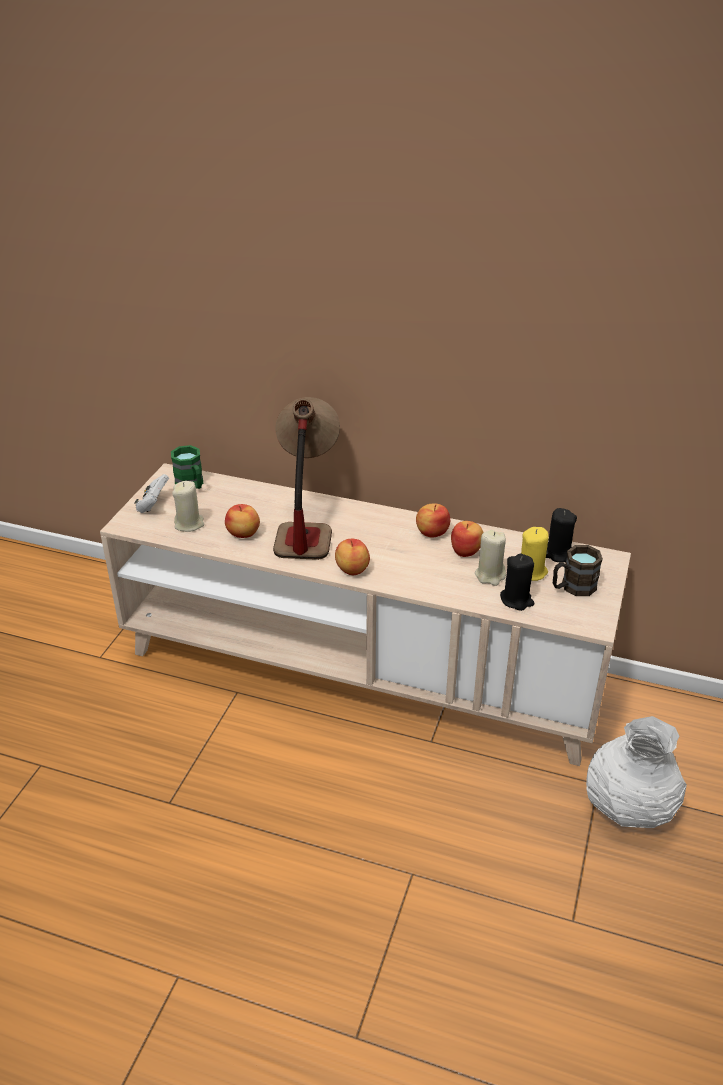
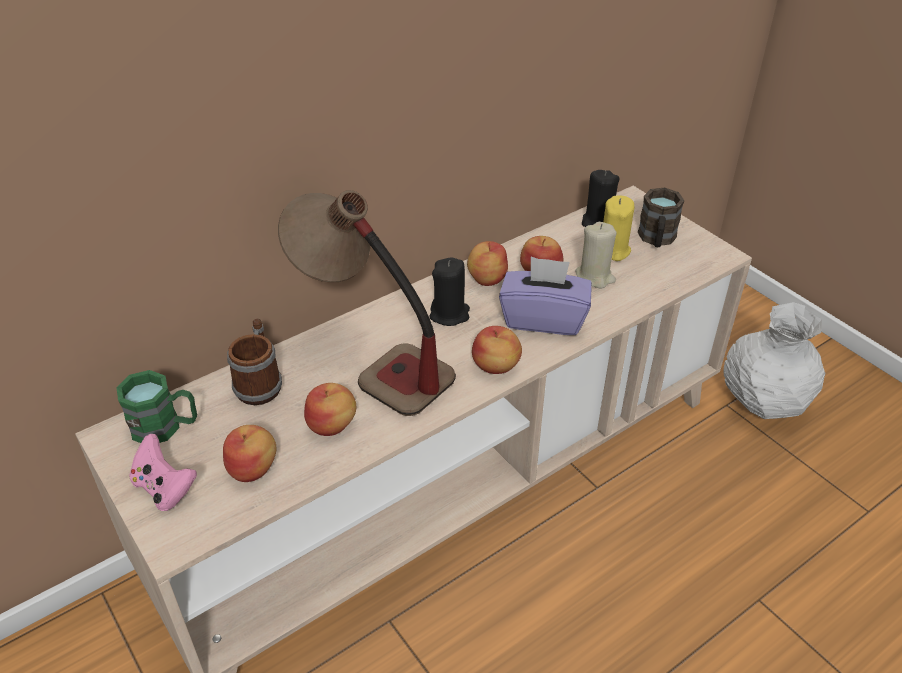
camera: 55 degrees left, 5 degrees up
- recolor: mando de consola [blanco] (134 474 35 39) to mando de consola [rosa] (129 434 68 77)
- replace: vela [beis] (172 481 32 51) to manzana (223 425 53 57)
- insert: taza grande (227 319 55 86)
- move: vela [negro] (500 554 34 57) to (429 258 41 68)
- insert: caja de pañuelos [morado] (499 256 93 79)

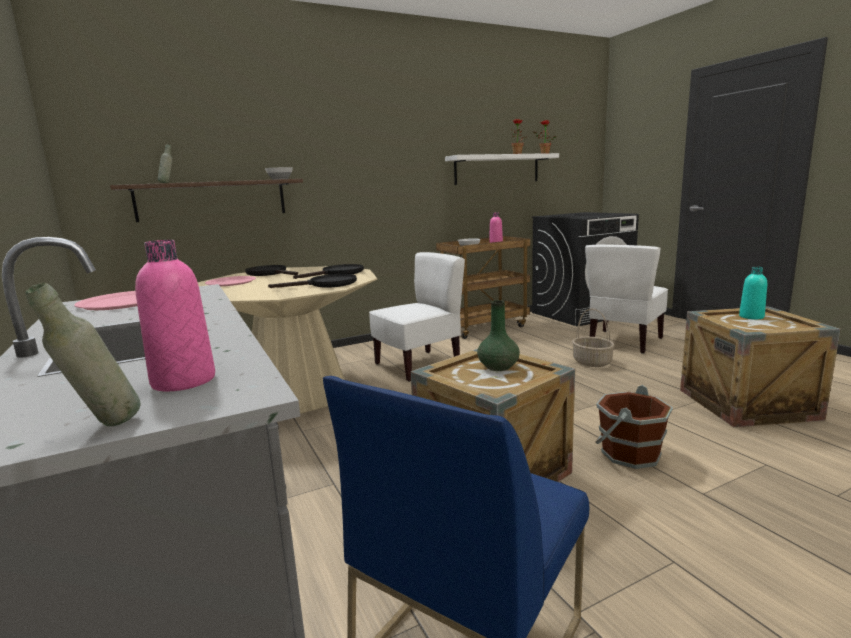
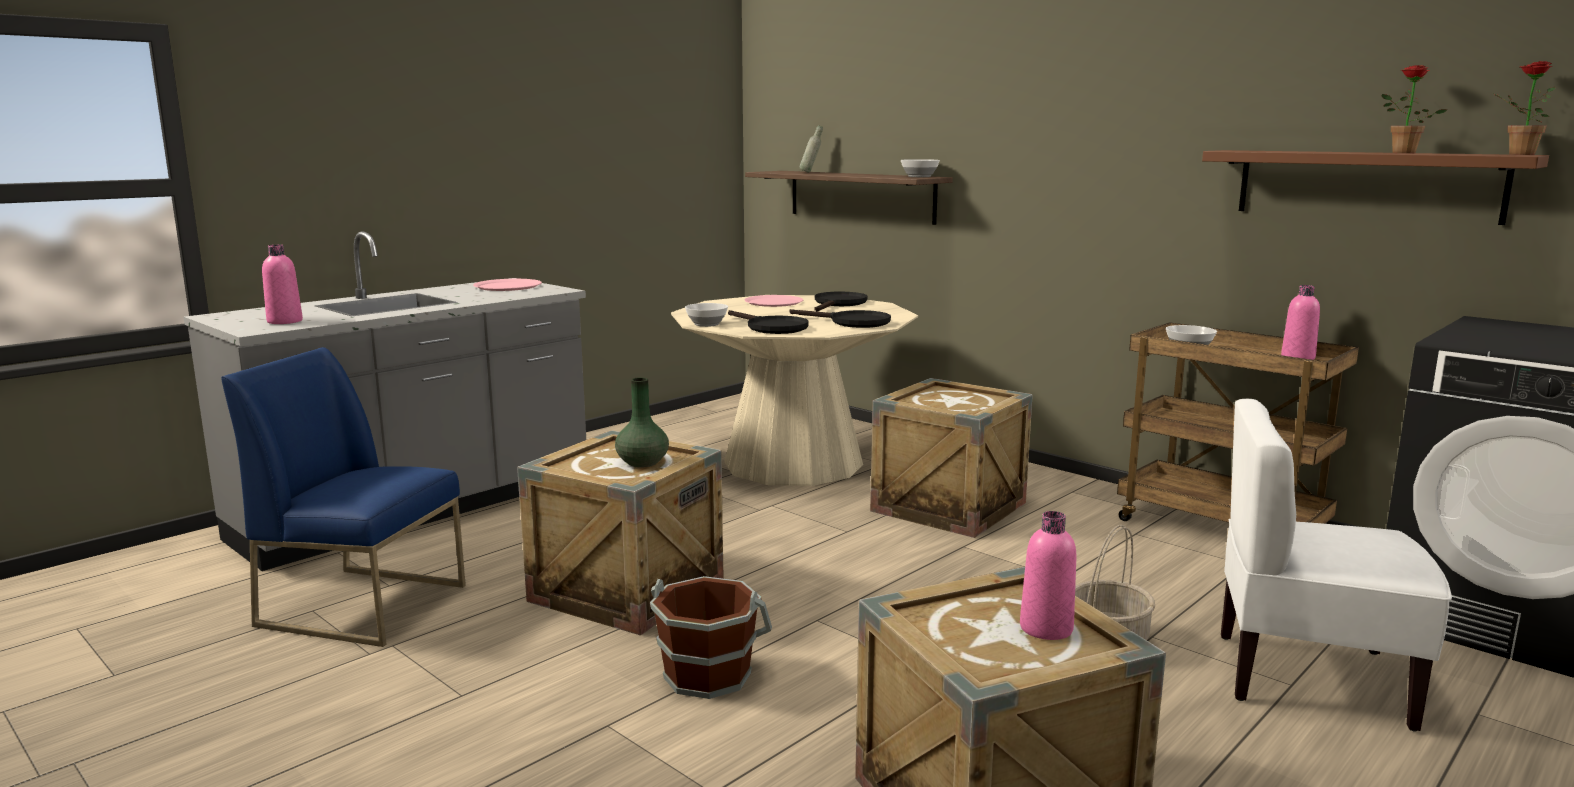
camera: 70 degrees right, 0 degrees up
- insert: cuenco (685 303 43 24)
- replace: silla [blanco] (369 252 96 130) to caja de embalaje (870 378 163 160)
- recolor: botella [turquesa] (739 267 28 52) to botella [rosa] (1020 511 57 129)
- recolor: estante [blanco] (445 153 114 32) to estante [marrón] (1202 150 347 75)
- delete: botella [gris] (26 283 115 143)

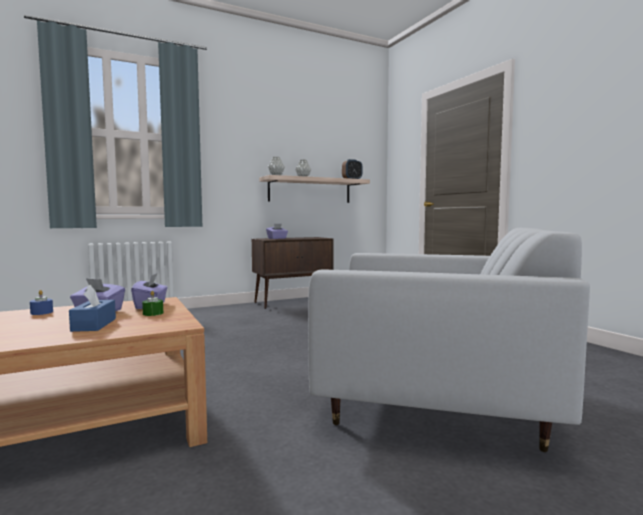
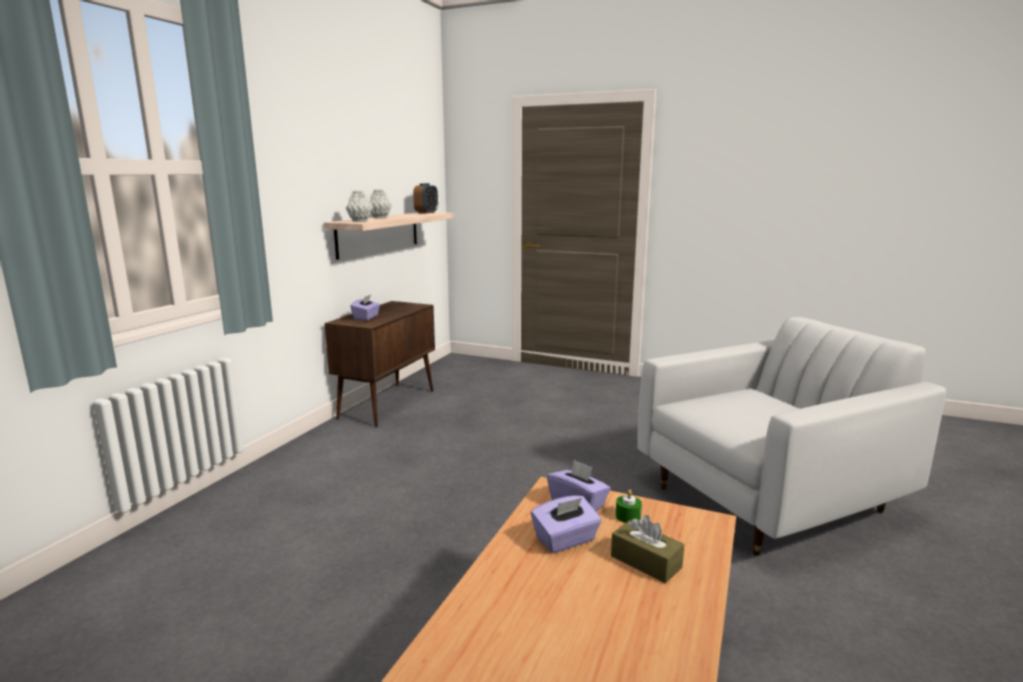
camera: 40 degrees left, 10 degrees up
- recolor: caja de pañuelos [azul] (69 285 47 47) to caja de pañuelos [marrón] (611 515 73 68)
- delete: vela [azul] (30 290 23 25)

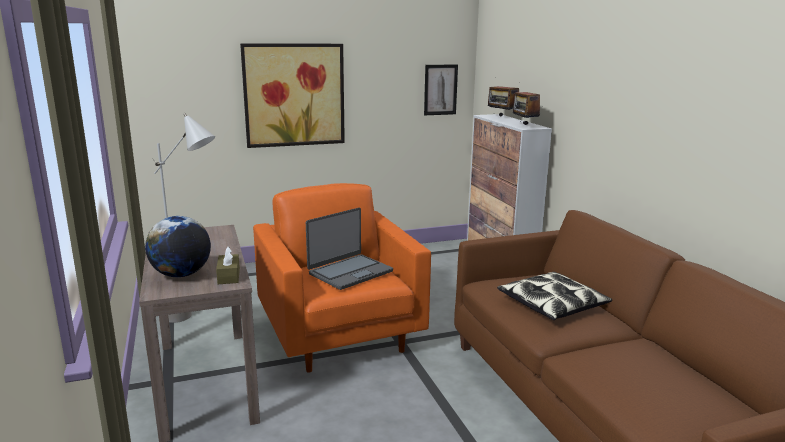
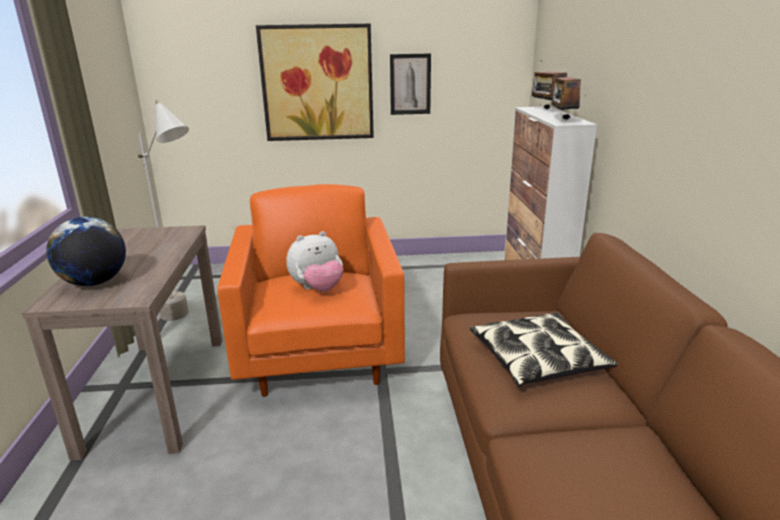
camera: 15 degrees right, 5 degrees up
- replace: portátil (306 208 87 82) to peluche (286 231 57 61)
- move: cuadro (424 64 34 51) to (390 53 41 62)
- delete: caja de pañuelos [marrón] (216 246 24 38)

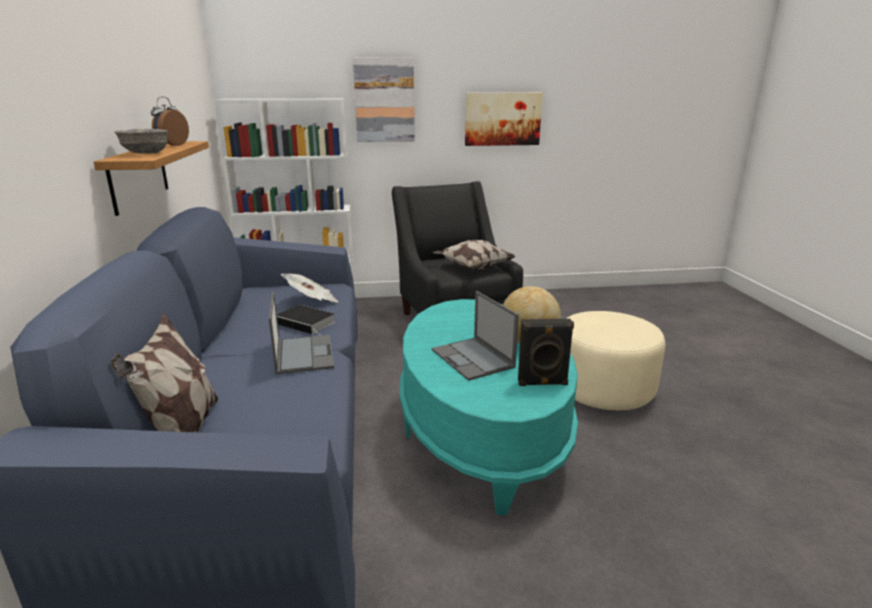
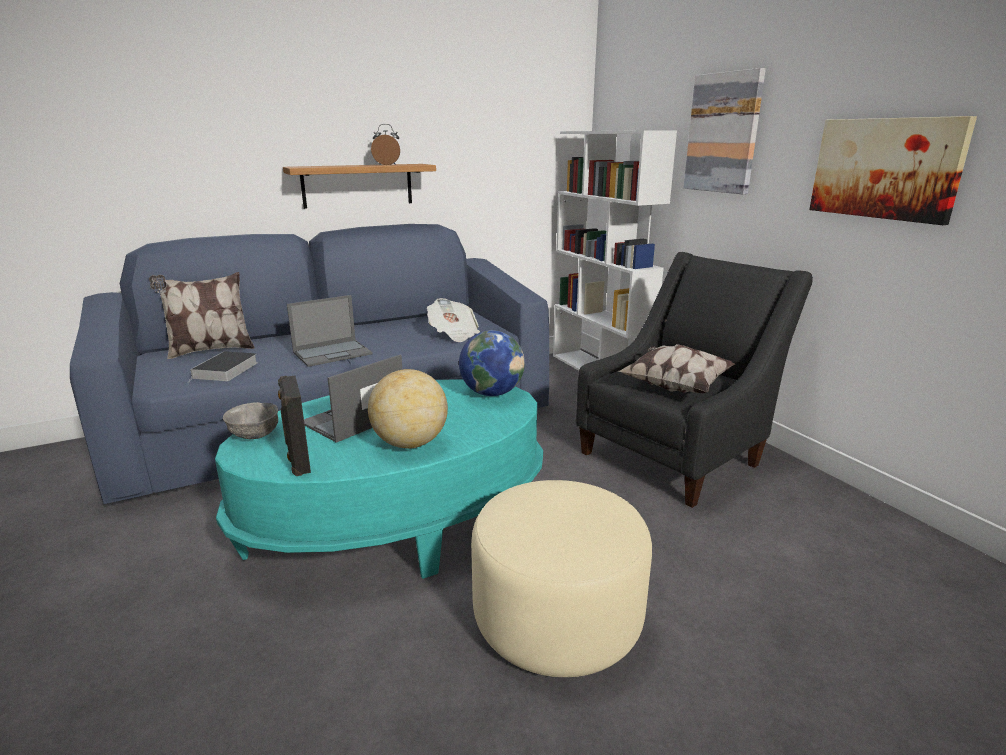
camera: 70 degrees right, 0 degrees up
- move: libro (277 305 58 30) to (188 351 70 31)
- move: cuenco [gris] (115 129 53 25) to (223 402 55 37)
- insert: globo terráqueo (459 330 66 66)

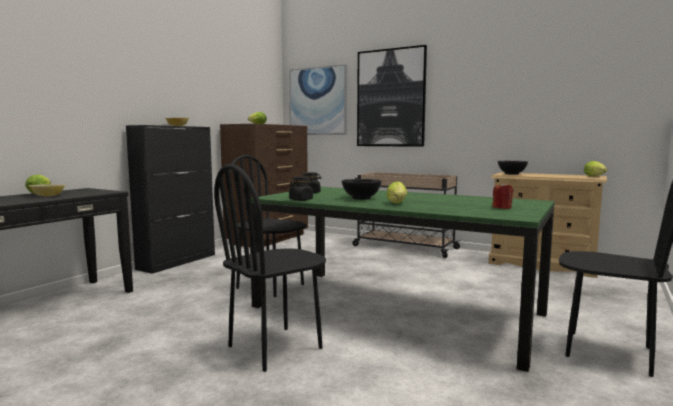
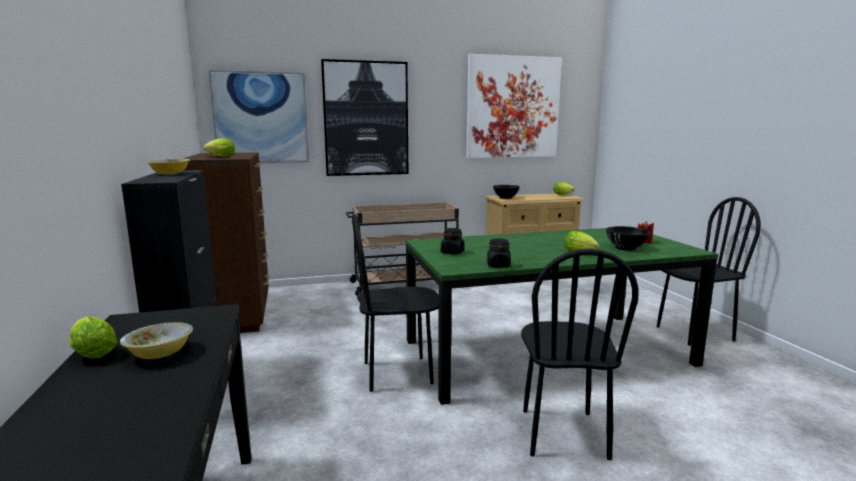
camera: 45 degrees left, 5 degrees up
- insert: cuadro (466 54 96 104)
- move: cuenco [negro] (341 179 41 21) to (606 226 44 25)

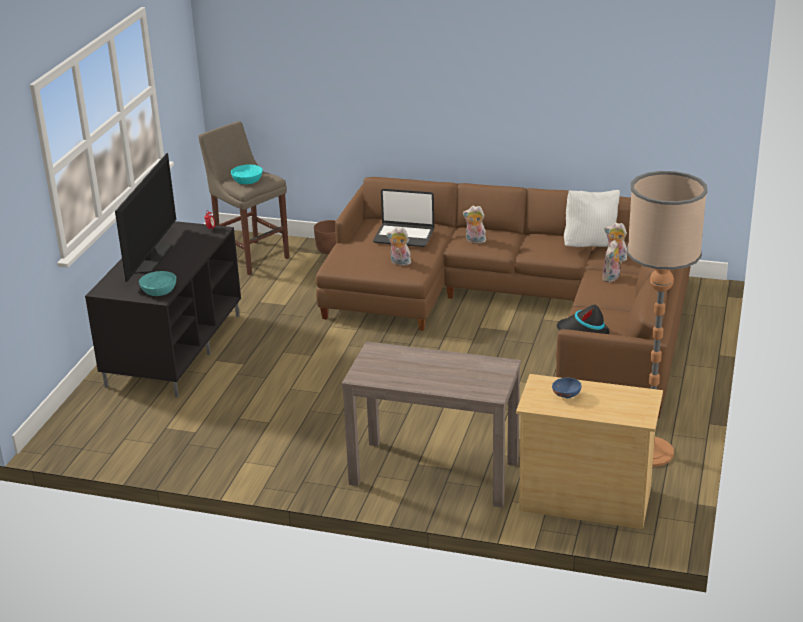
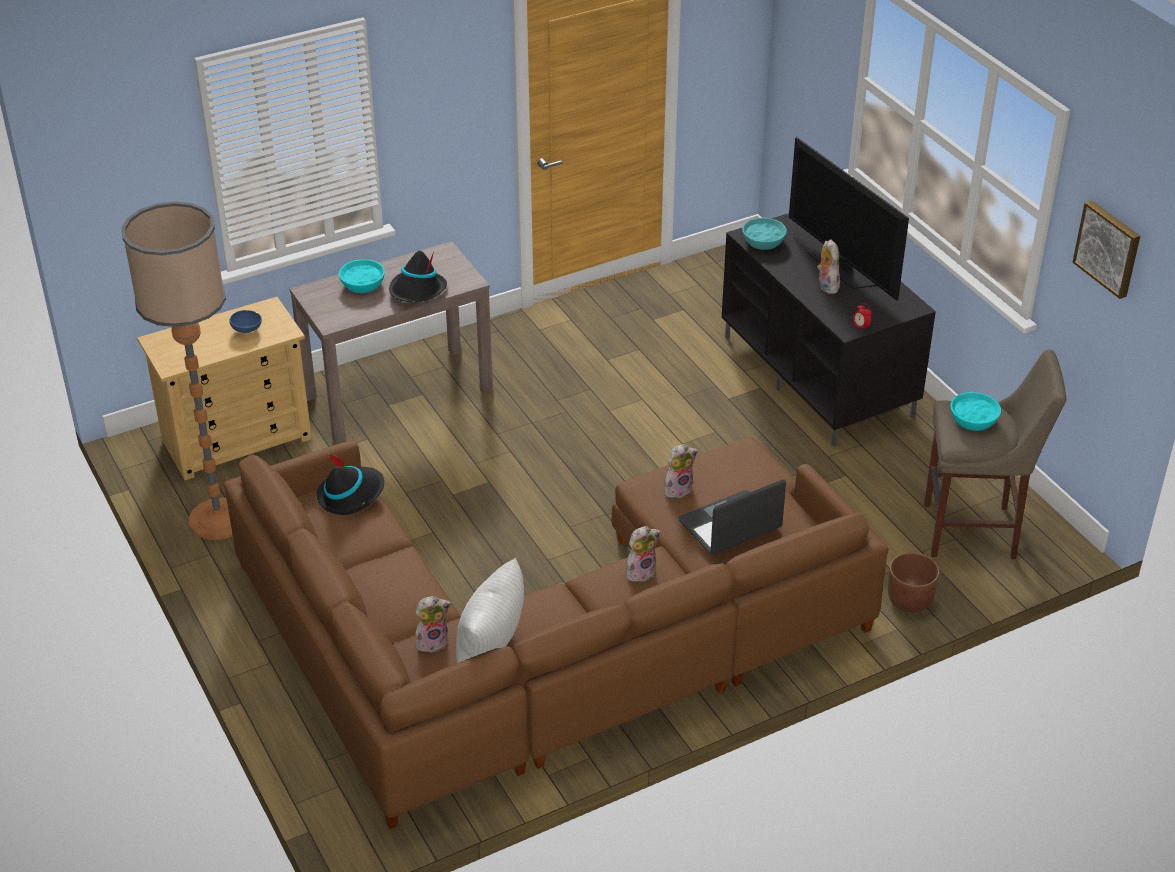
camera: 135 degrees right, 10 degrees up
- insert: cuenco [turquesa] (339 259 46 34)
- insert: sombrero [negro] (389 251 58 51)
- move: peluche (602 240 20 43) to (817 239 23 55)
- insert: cuadro (1073 200 67 99)

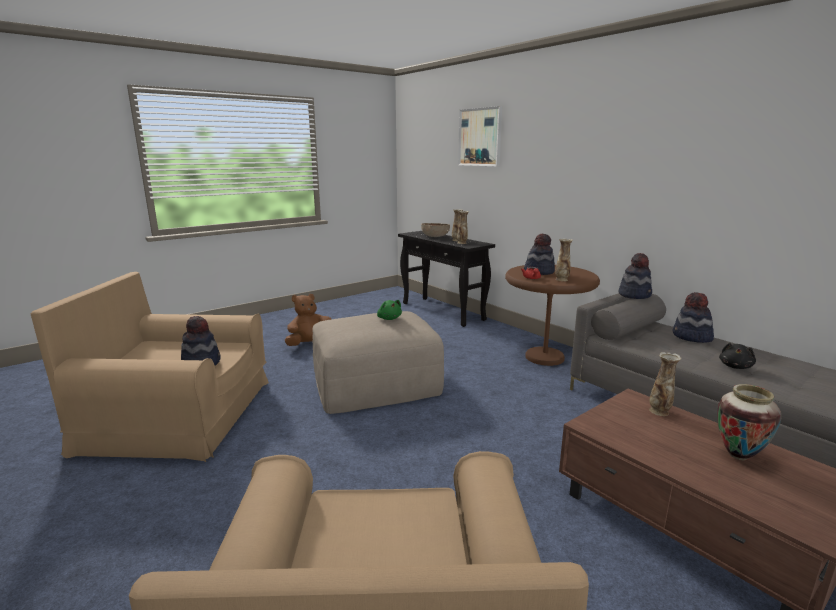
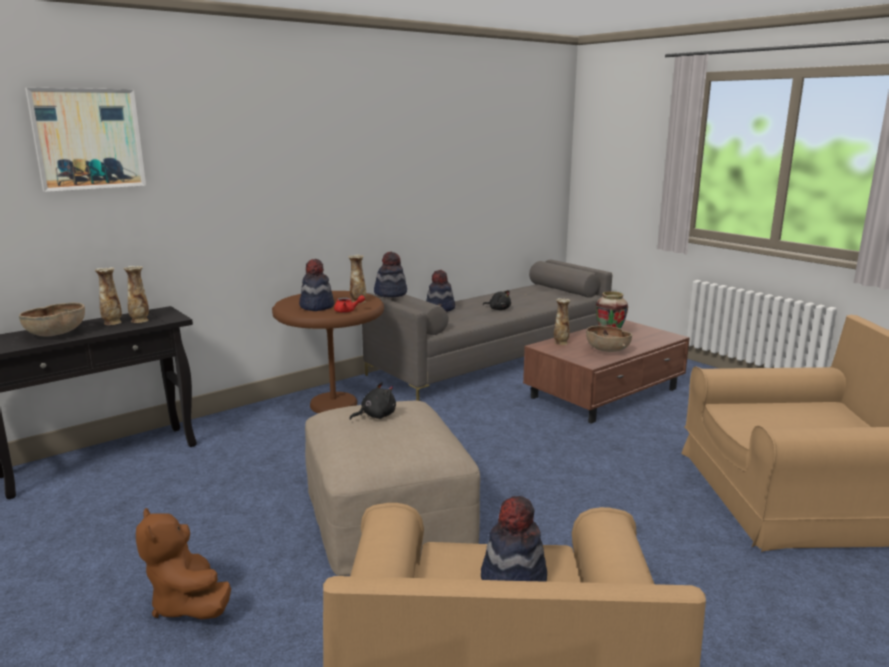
camera: 90 degrees left, 0 degrees up
- recolor: peluche [verde] (377 300 25 20) to peluche [negro] (350 382 46 38)
- insert: cuenco [marrón] (586 326 46 26)

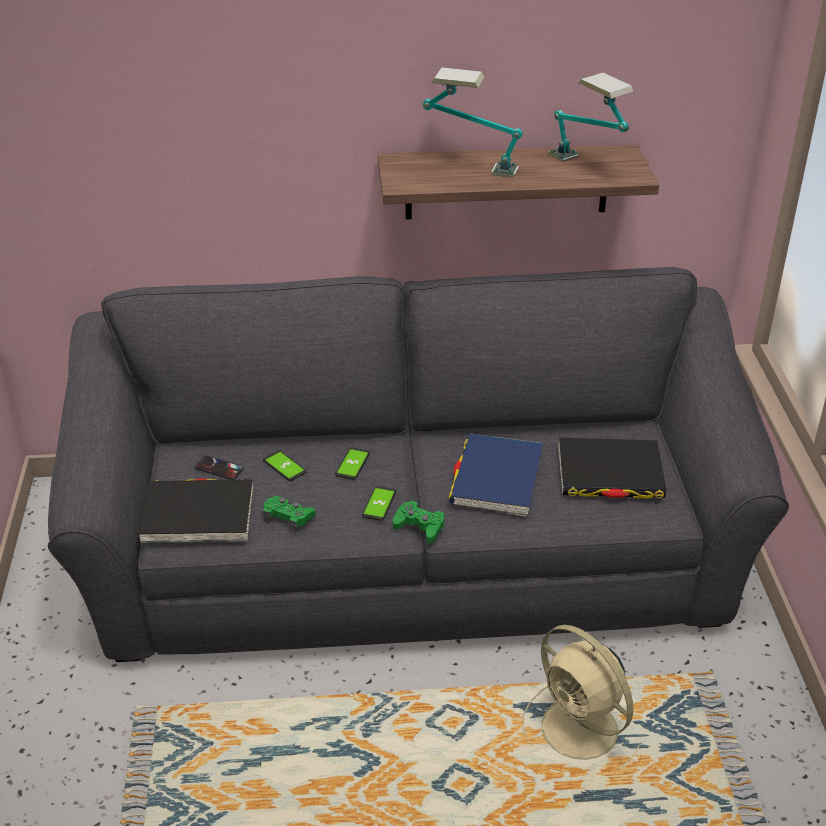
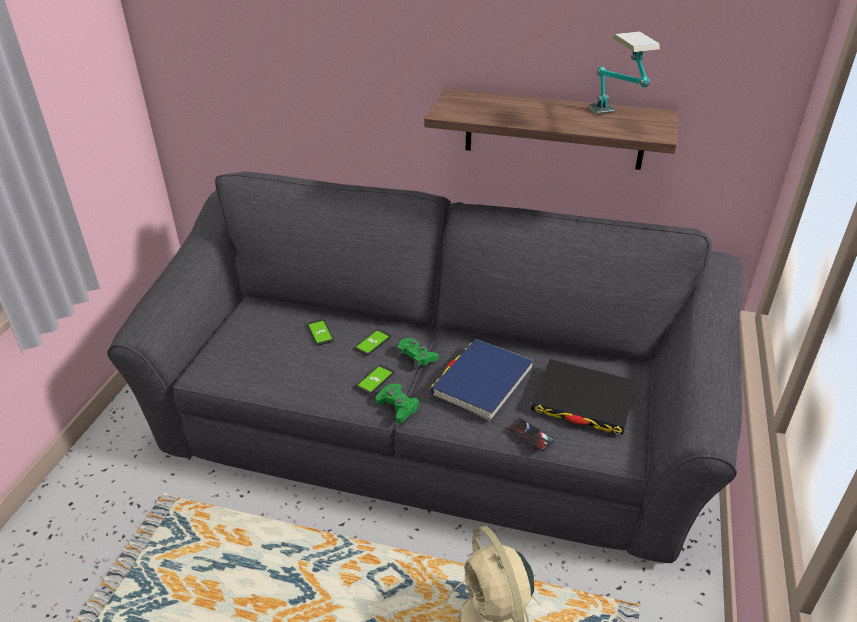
camera: 20 degrees right, 0 degrees up
- move: mando de consola [verde] (263 496 53 36) to (397 338 41 31)
- move: móvil (194 455 50 25) to (508 418 46 33)
- delete: libro [negro] (138 479 115 64)
- delete: lámpara de mesa (423 67 100 111)

